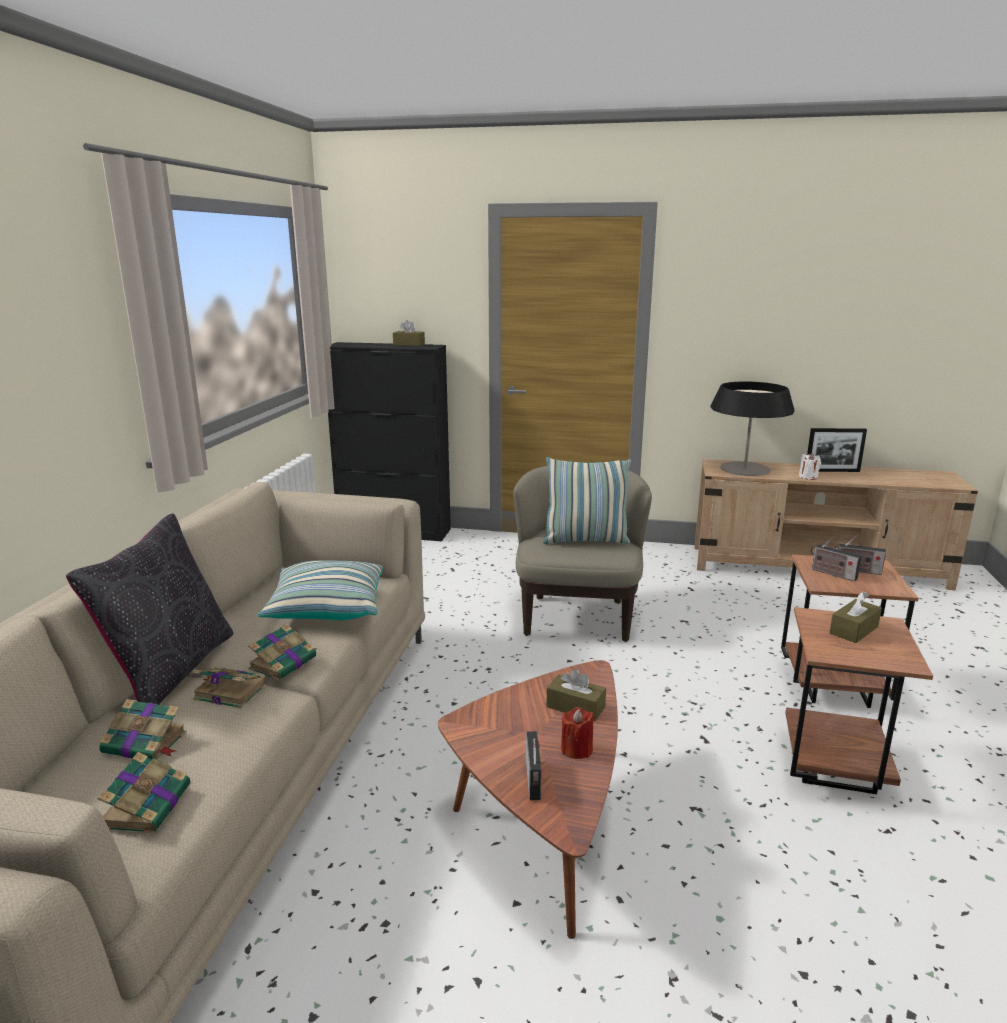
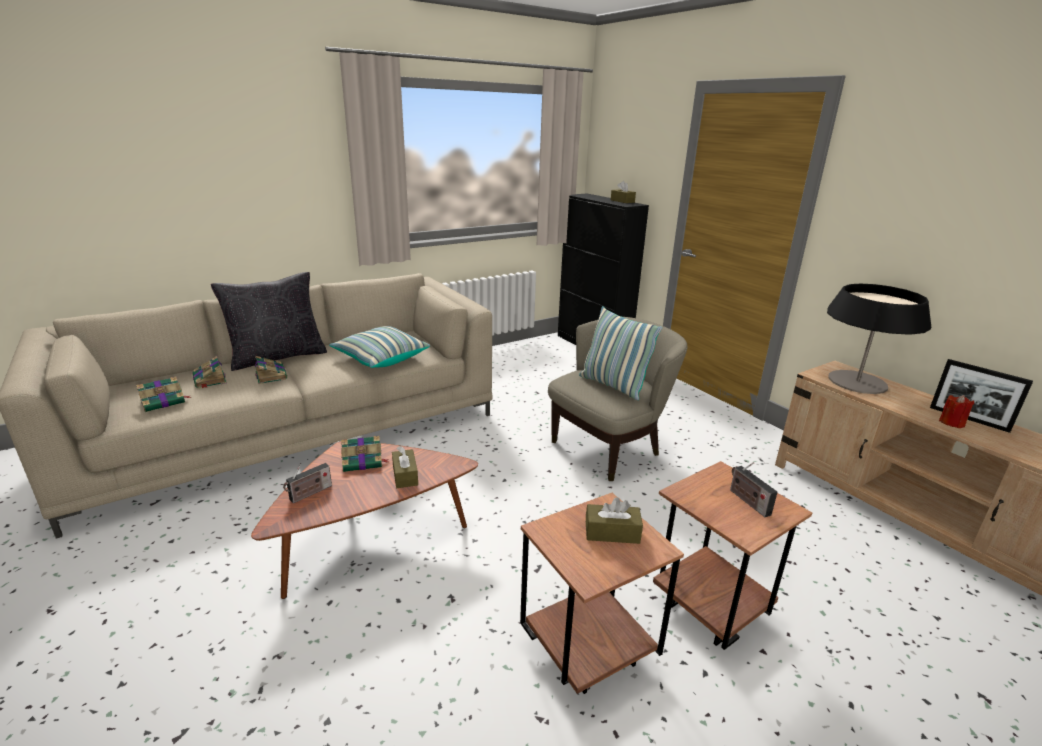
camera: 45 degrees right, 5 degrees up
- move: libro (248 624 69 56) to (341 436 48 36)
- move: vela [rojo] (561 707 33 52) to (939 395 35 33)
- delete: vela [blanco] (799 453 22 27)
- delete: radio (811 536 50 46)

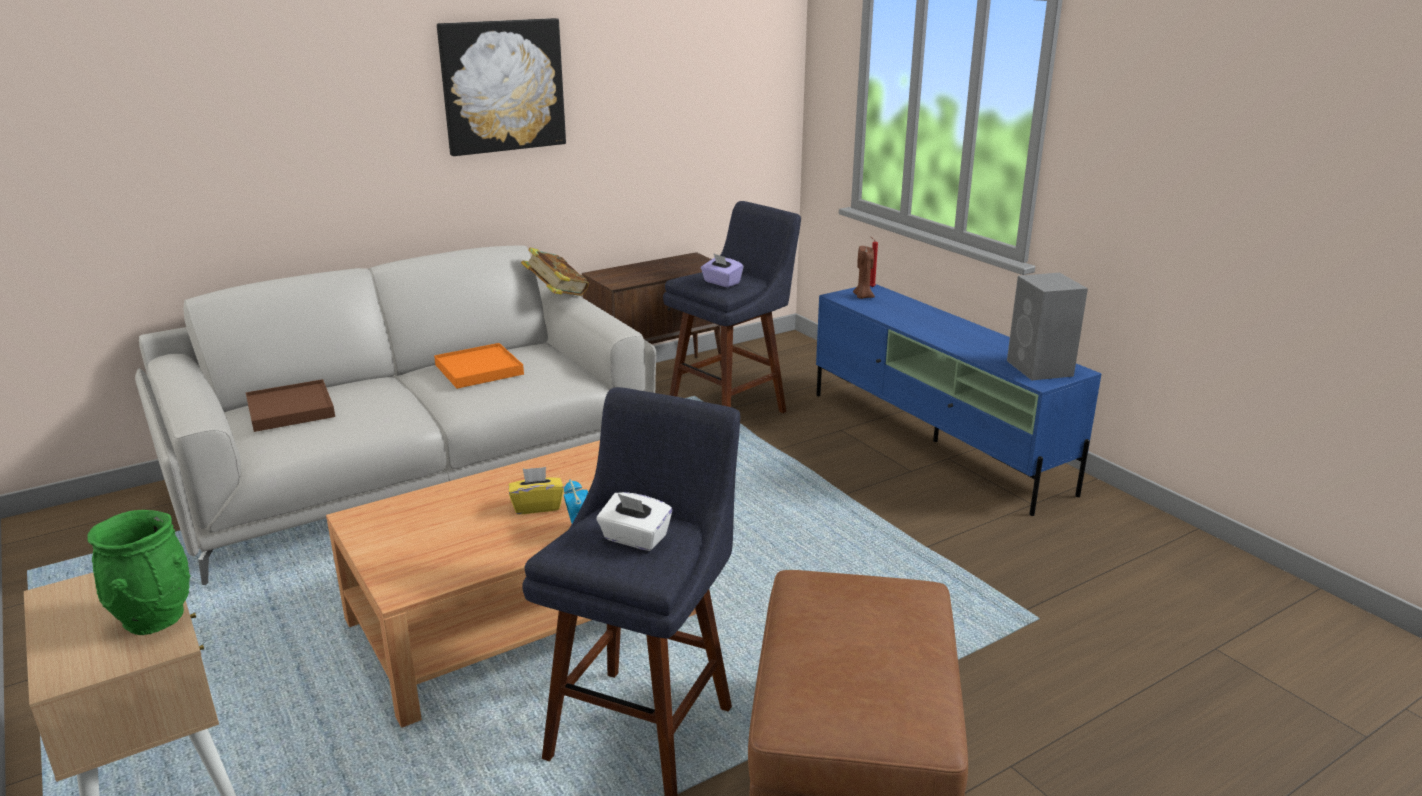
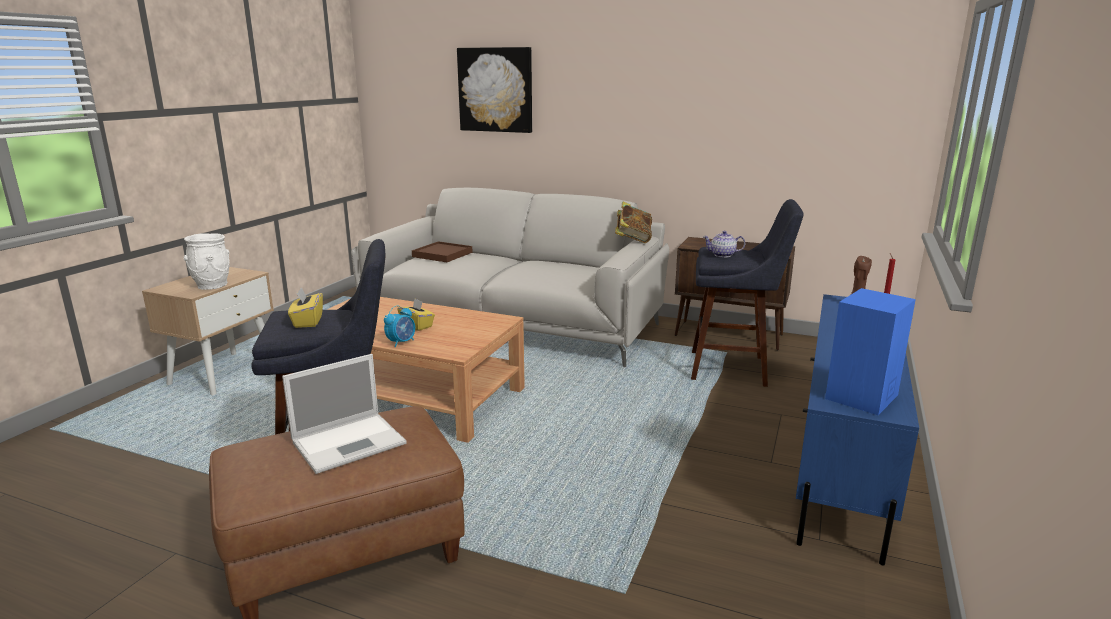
camera: 55 degrees right, 5 degrees down
- recolor: florero [verde] (87 510 103 125) to florero [blanco] (184 233 46 57)
- insert: portátil (282 354 125 120)
- recolor: caja de pañuelos [blanco] (597 492 75 59) to caja de pañuelos [amarillo] (288 287 35 41)
- move: cuadro (437 18 129 138) to (457 47 75 86)
- replace: caja de pañuelos [morado] (701 253 43 34) to tetera (703 231 42 26)
- recolor: altavoz [gris] (1007 273 81 107) to altavoz [azul] (825 288 91 127)
- delete: bandeja [naranja] (434 343 90 46)

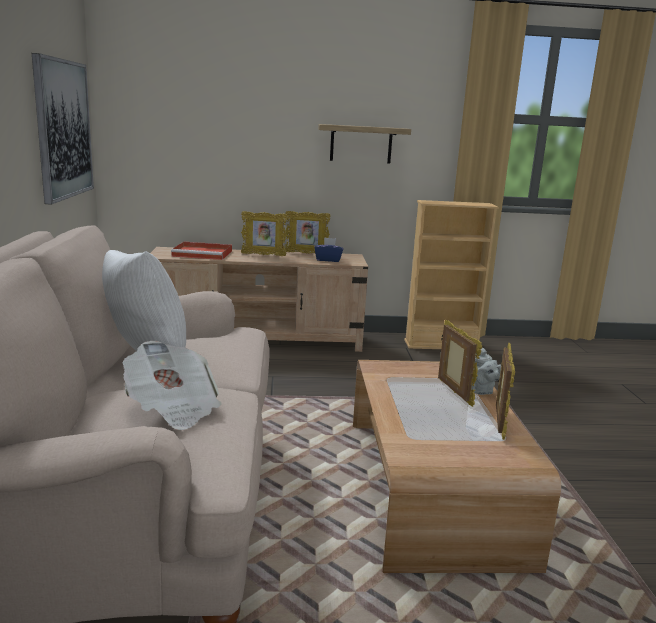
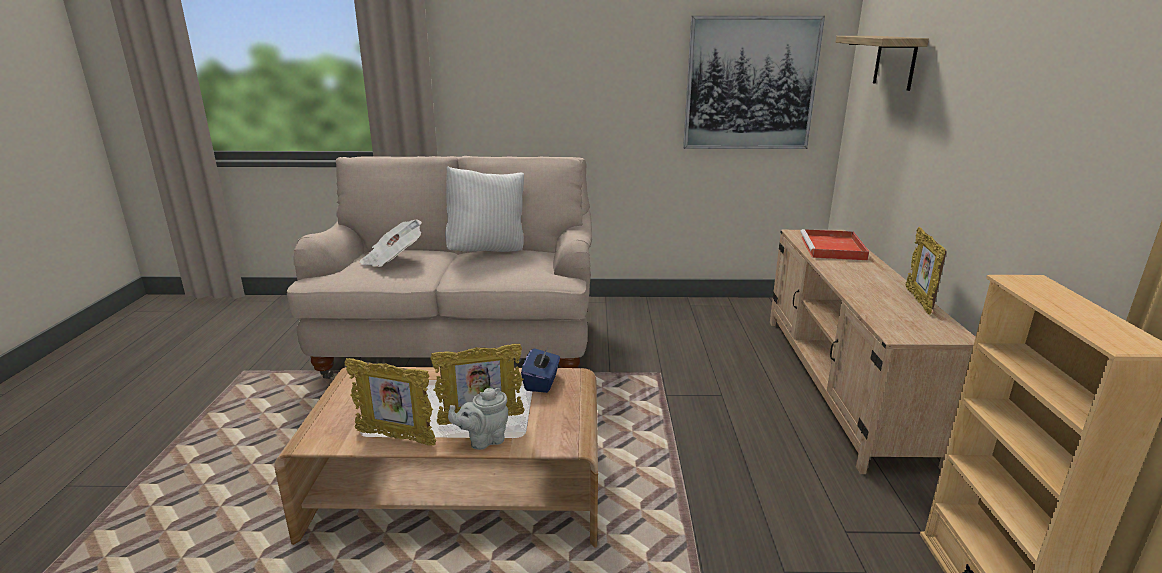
camera: 95 degrees right, 5 degrees up
- move: caja de pañuelos [azul] (314 238 29 24) to (521 346 39 47)
- move: estante (318 124 93 39) to (836 36 93 55)
- delete: portarretratos (241 211 47 45)

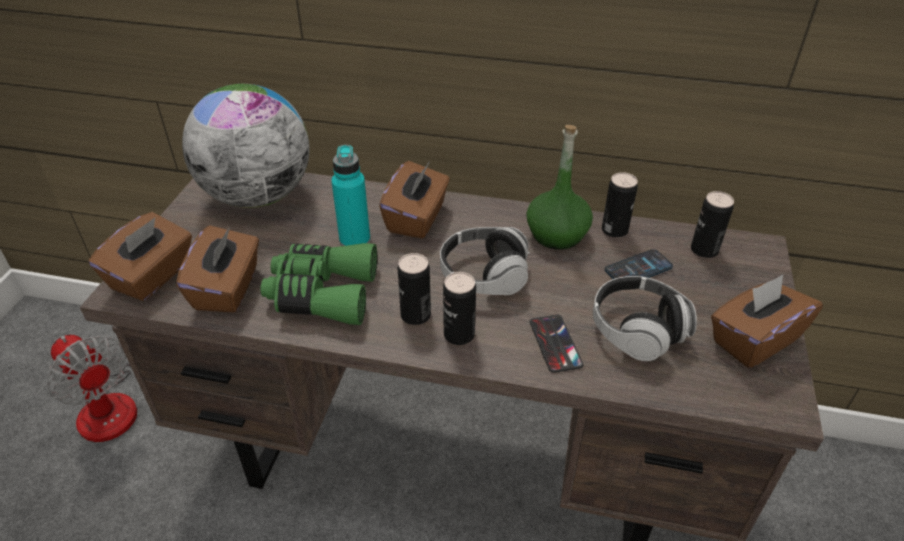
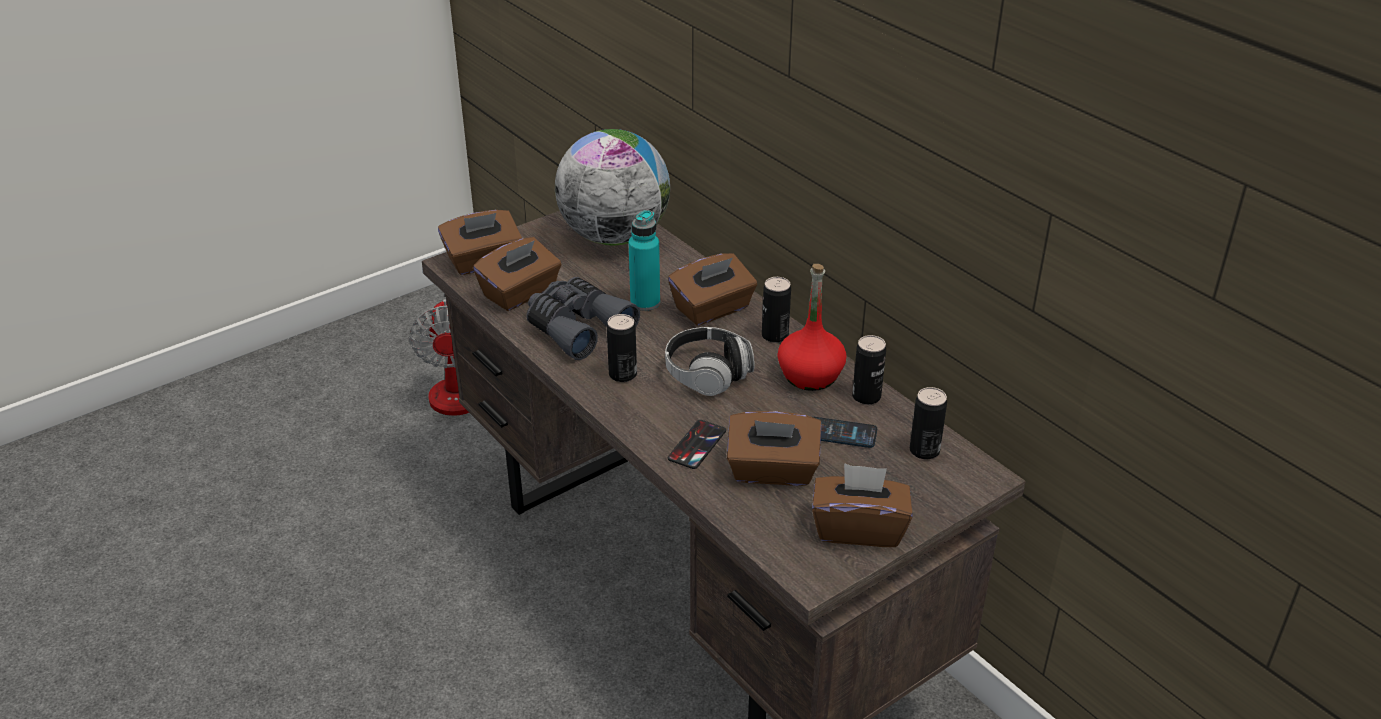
camera: 40 degrees right, 5 degrees down
- recolor: prismáticos [verde] (260 243 117 82) to prismáticos [gris] (526 277 114 83)
- replace: auriculares (593 276 104 85) to caja de pañuelos [marrón] (727 411 94 75)
- move: lata (443 272 33 73) to (762 277 29 66)
- recolor: botella [verde] (526 125 67 125) to botella [rojo] (777 264 69 127)

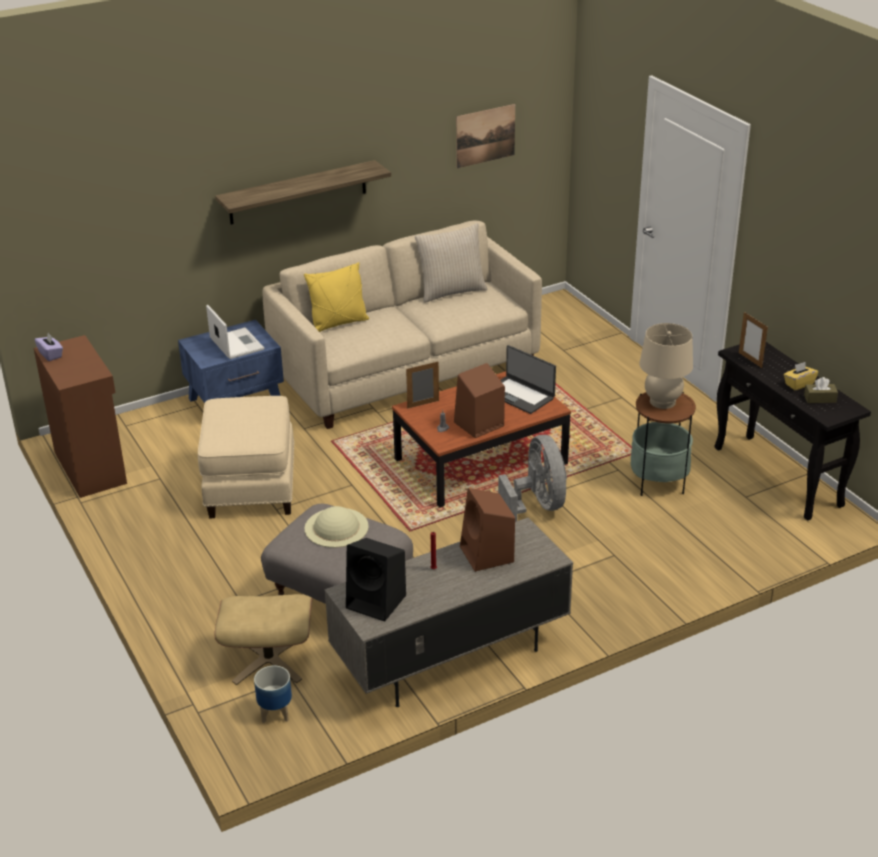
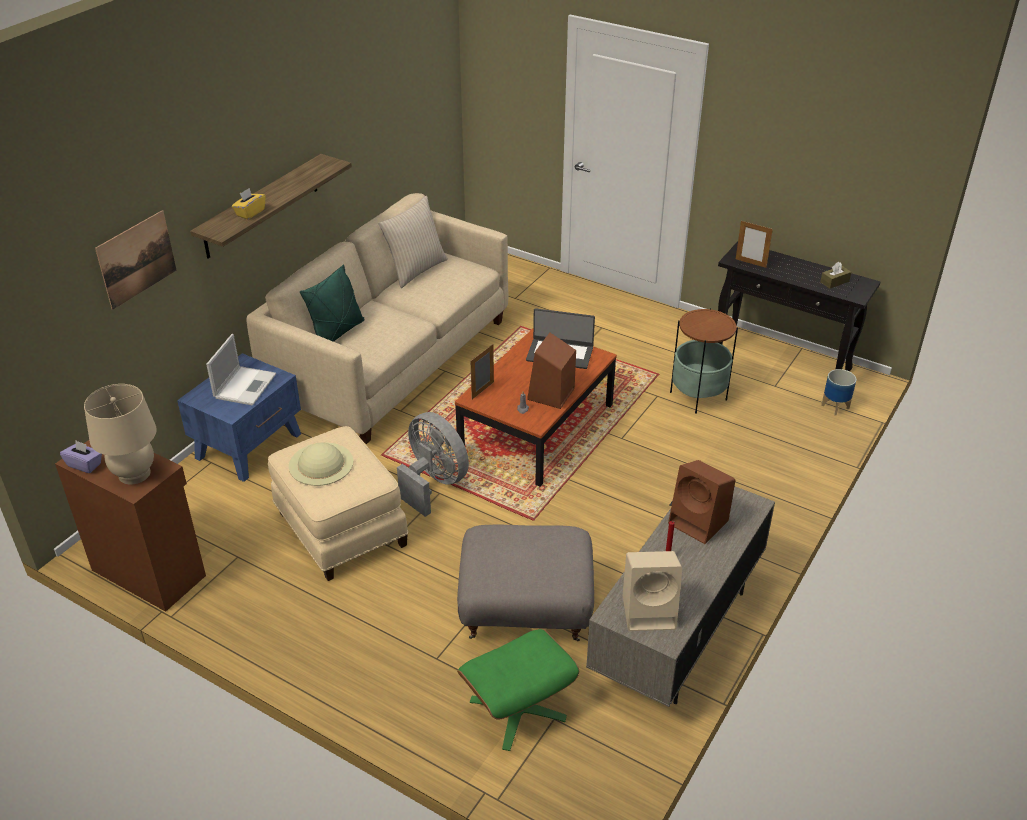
camera: 30 degrees left, 5 degrees up
- move: lámpara de mesa [beis] (639 323 54 86) to (84 384 73 101)
- move: cuadro (456 104 59 64) to (95 210 82 100)
- rotate: portátil (206 305 58 54) = (206 334 70 72) 75 degrees clockwise
- move: caja de pañuelos [amarillo] (784 362 34 28) to (232 188 34 31)
- move: sombrero [beis] (305 506 64 42) to (289 442 64 44)
- recolor: cojín [amarillo] (304 262 65 70) to cojín [verde] (300 264 65 78)
- move: ventilador [gris] (498 435 69 87) to (397 412 72 105)
- recolor: puf [beis] (214 594 99 91) to puf [verde] (457 629 122 122)
- recolor: altavoz [negro] (346 538 60 83) to altavoz [beis] (623 551 59 80)
- move: maceta (254 665 38 58) to (821 369 35 47)

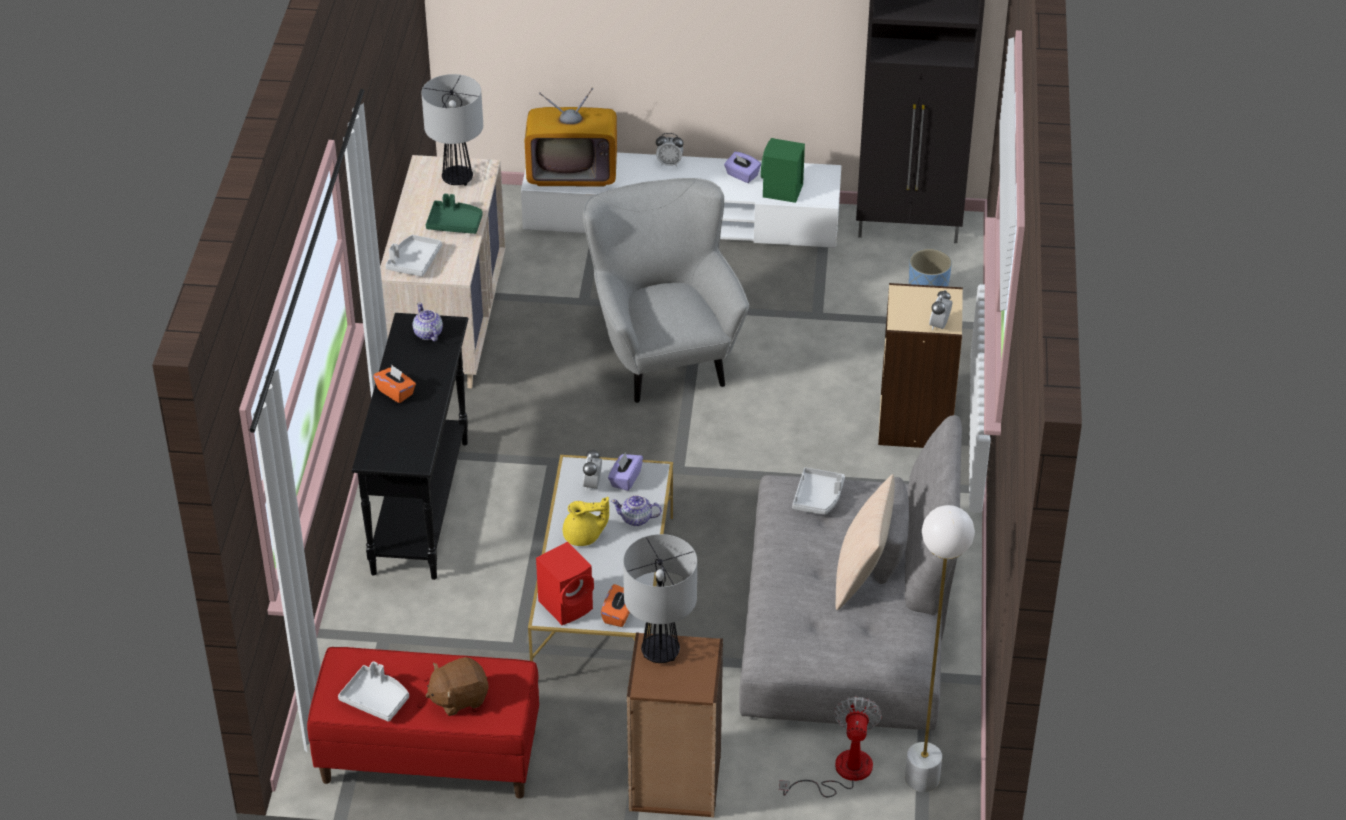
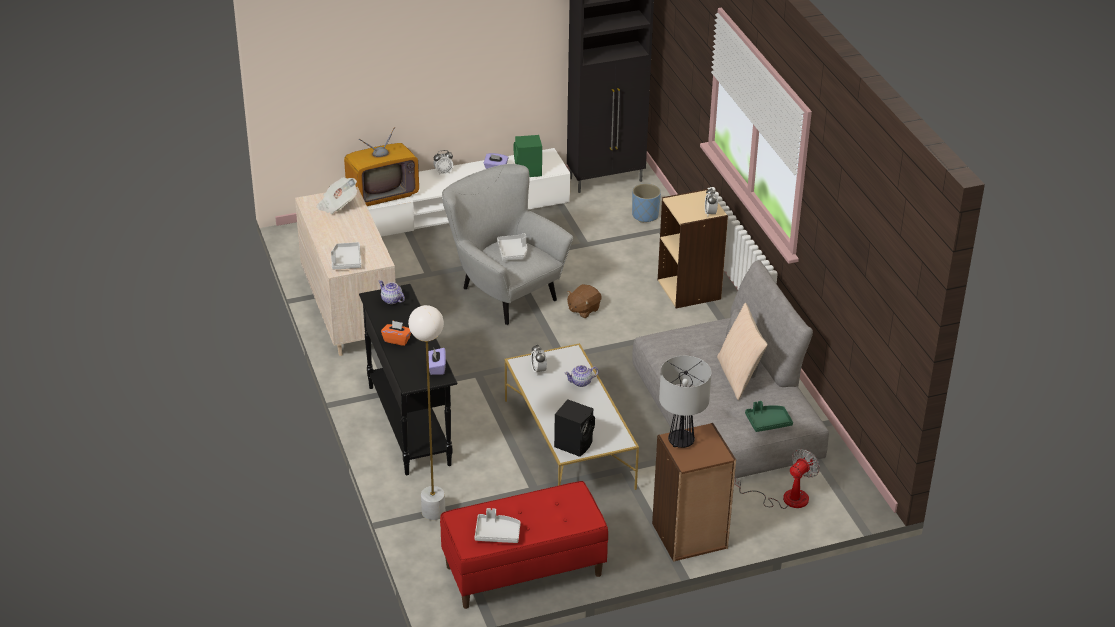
camera: 25 degrees left, 5 degrees down
- replace: lámpara de mesa (421 74 62 112) to periódico (316 177 41 37)
- move: lámpara de pie [blanco] (905 505 70 287) to (408 305 37 215)
- move: caja de pañuelos [morado] (608 452 35 39) to (428 348 18 27)
- move: bandeja [gris] (792 467 53 48) to (497 233 30 28)
- recolor: altavoz [rojo] (536 542 58 83) to altavoz [negro] (554 399 41 58)
- move: peluche [marrón] (426 657 63 59) to (567 284 35 34)
- rotate: ventilador (779 696 103 101) = (735 449 85 60) 60 degrees clockwise
- move: bandeja [verde] (426 194 57 40) to (745 401 48 31)
- delete: tetera [amarillo] (563 497 46 49)
- delete: caja de pañuelos [naranja] (601 584 29 43)

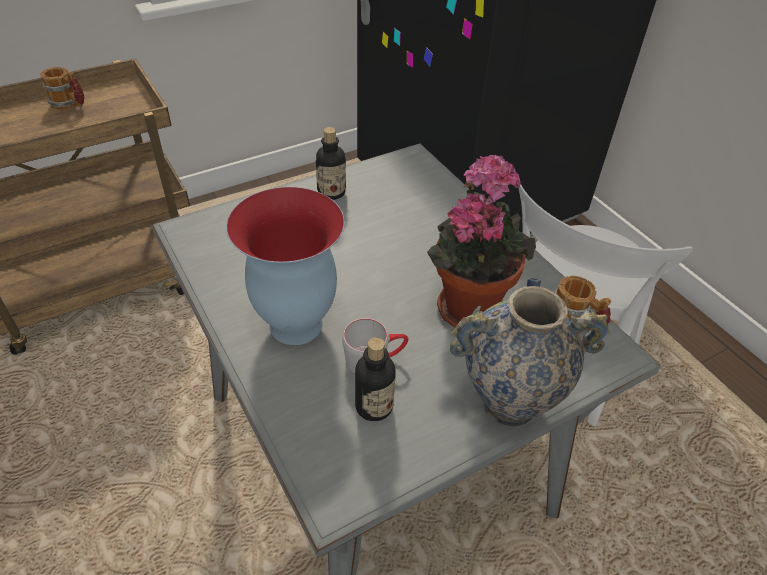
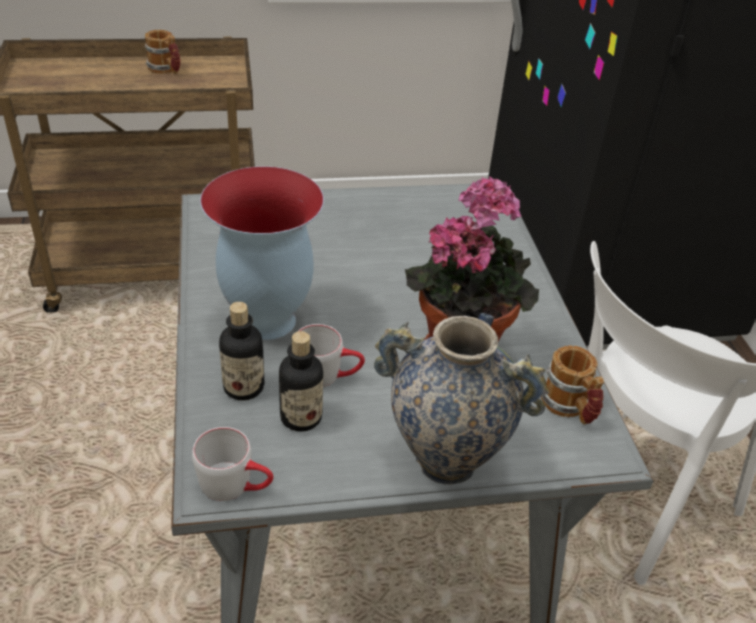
camera: 20 degrees right, 5 degrees down
- insert: taza grande [gris] (192 427 81 74)
- move: botella (316 127 30 73) to (219 302 46 99)

